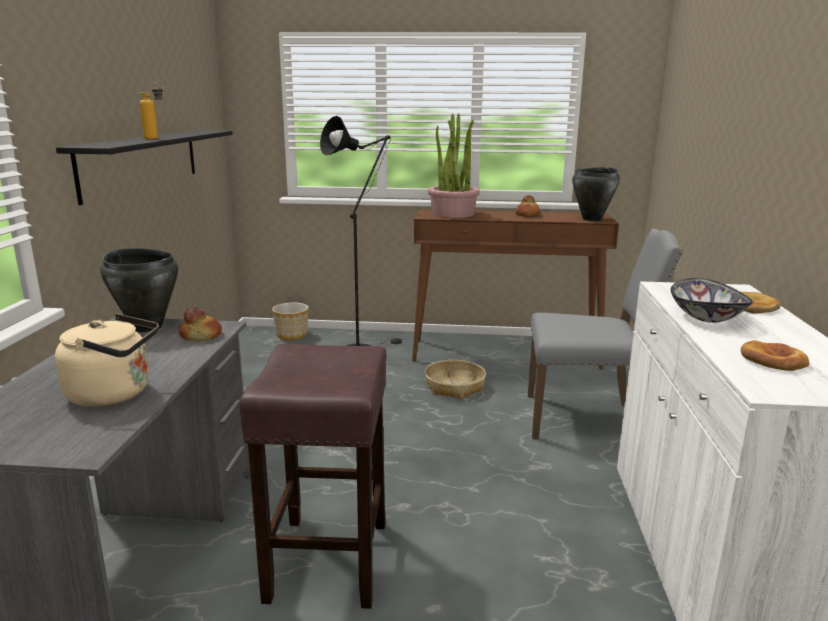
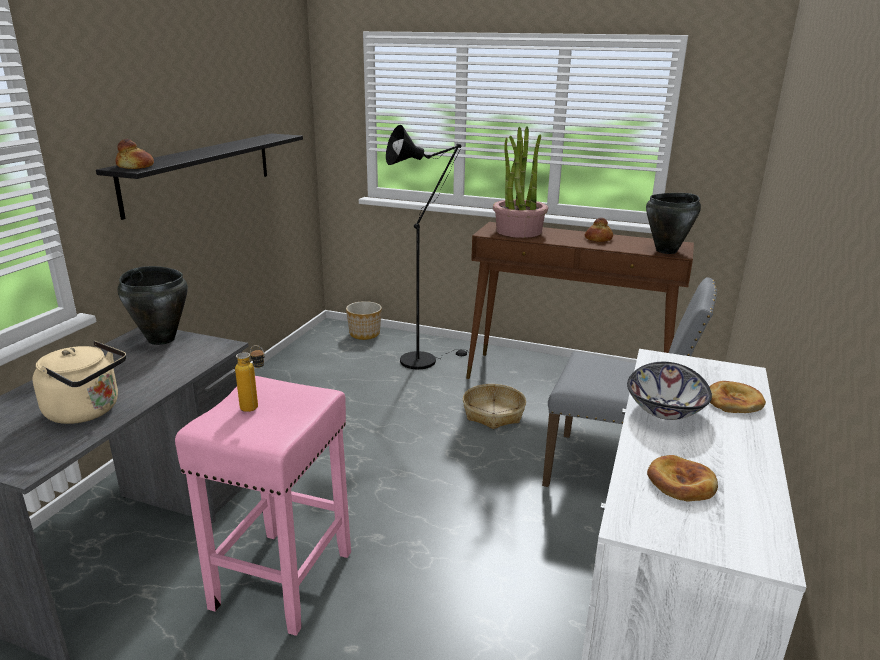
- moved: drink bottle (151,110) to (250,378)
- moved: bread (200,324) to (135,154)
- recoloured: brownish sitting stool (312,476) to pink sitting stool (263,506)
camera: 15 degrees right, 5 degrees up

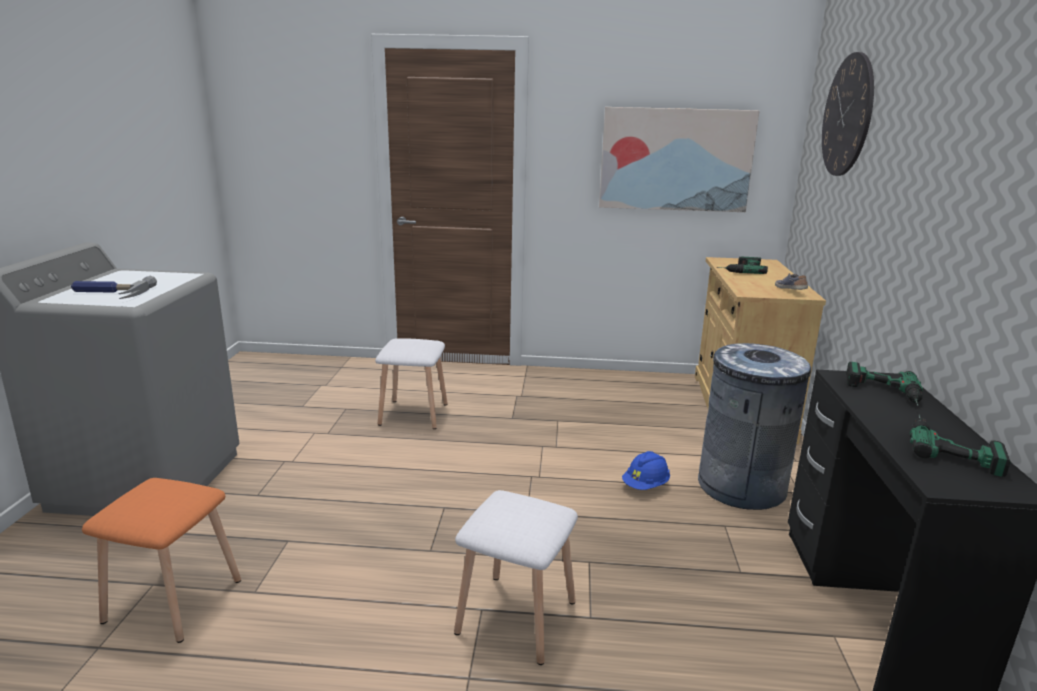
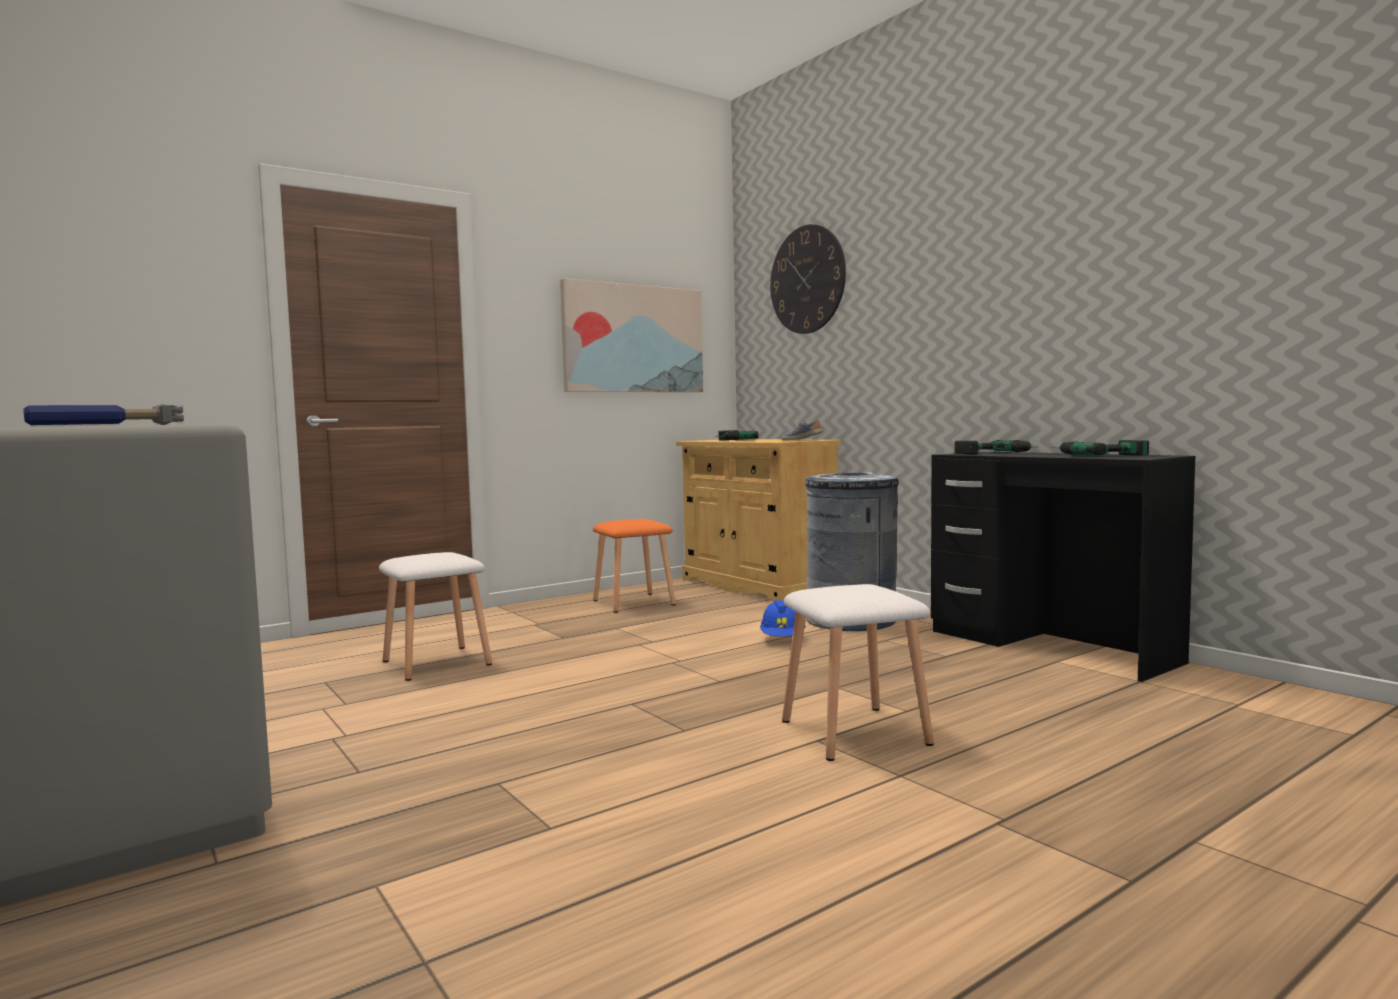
- moved: orange sitting stool (161,560) to (634,566)
camera: 40 degrees left, 15 degrees down

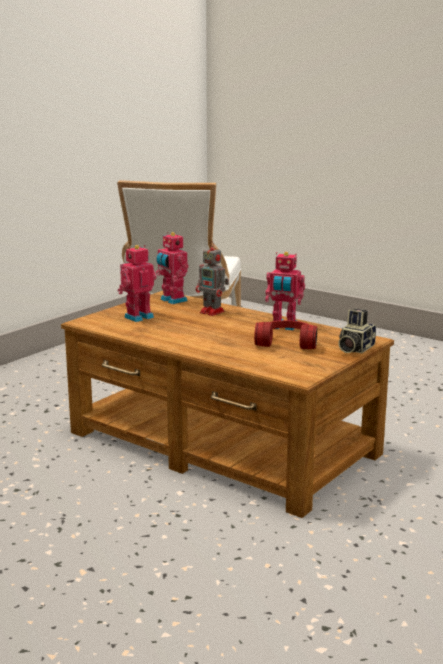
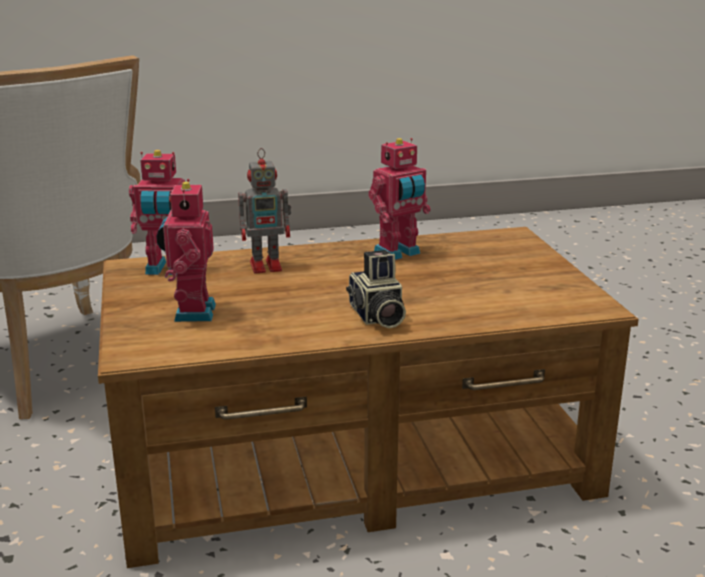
- removed: reddish headset (285,334)
- moved: still camera (357,331) to (376,289)
camera: 50 degrees left, 5 degrees up

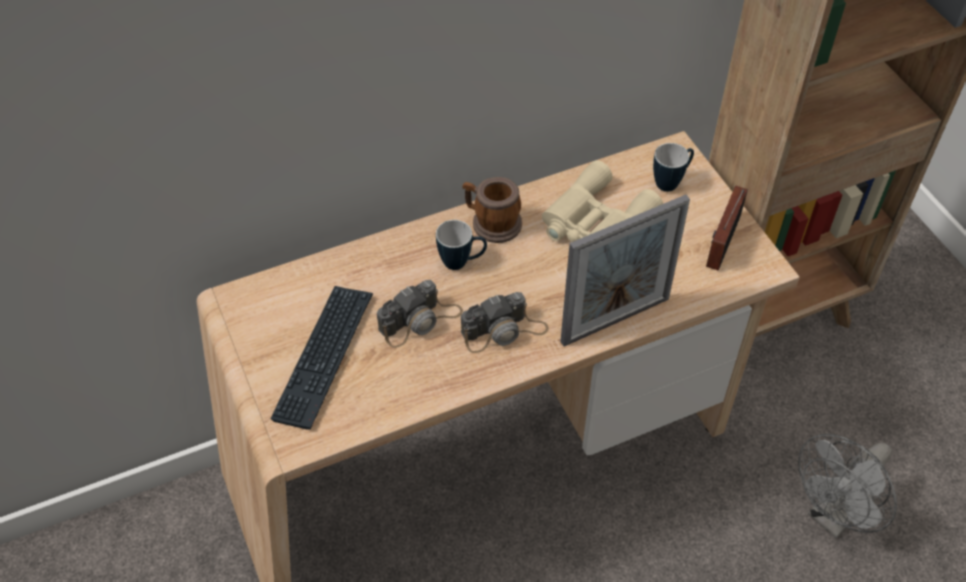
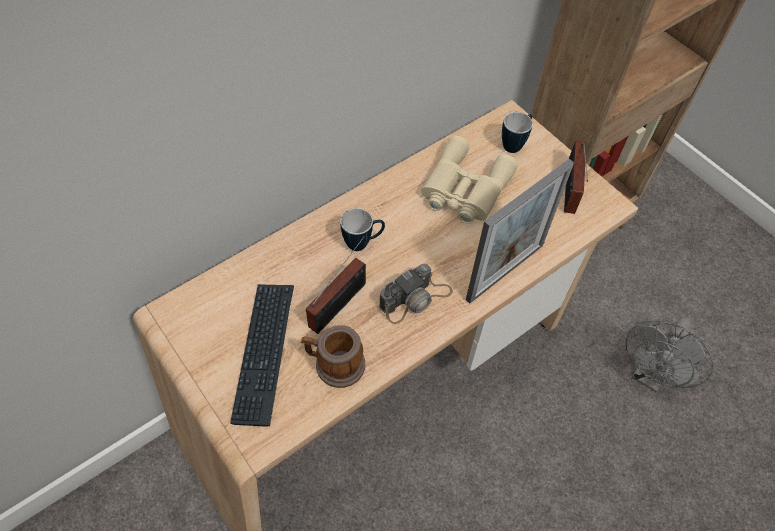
- moved: mug (492,210) to (333,356)
- replaced: still camera (420,314) to radio receiver (336,285)
camera: 15 degrees left, 5 degrees up

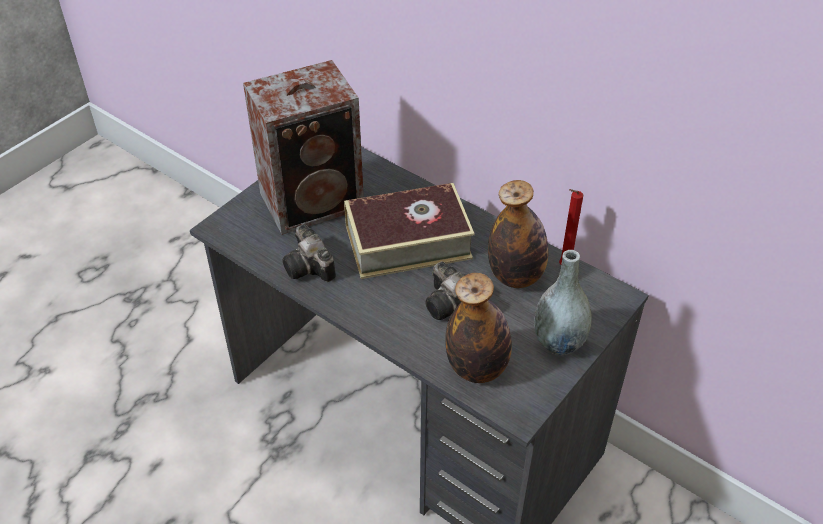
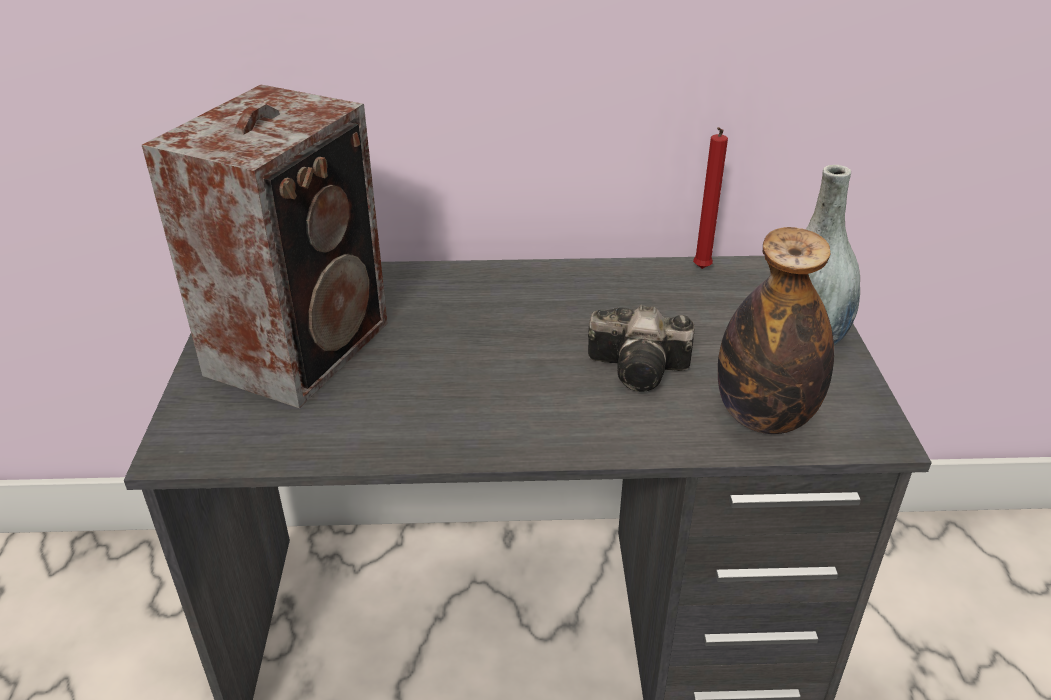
- removed: still camera (309,253)
- removed: volume (409,231)
- removed: drink bottle (518,234)
camera: 40 degrees left, 10 degrees down

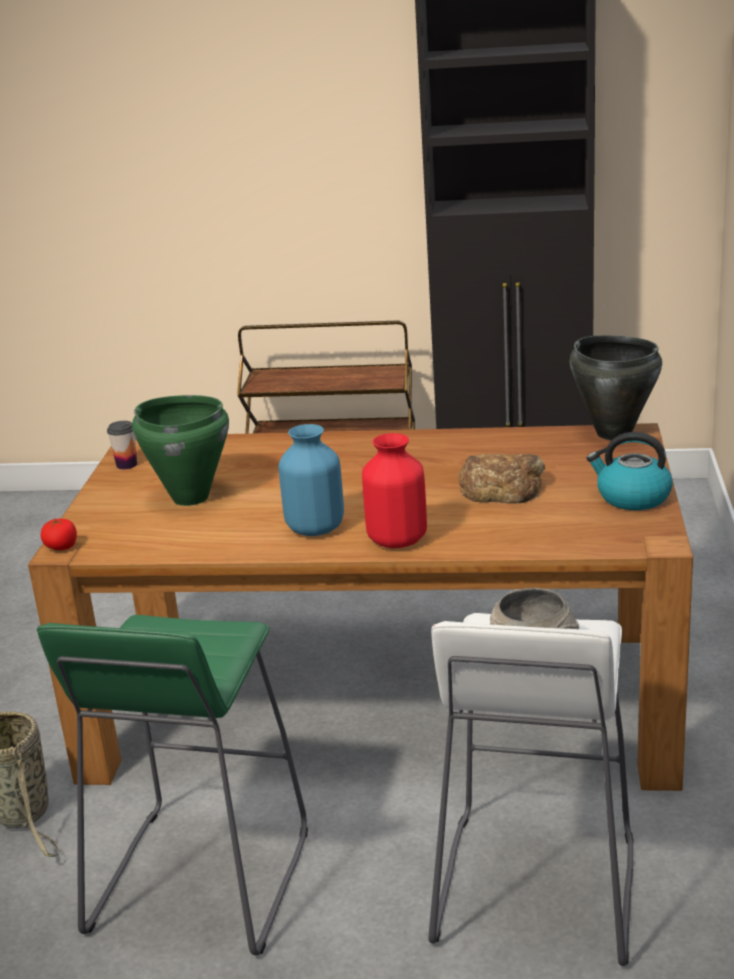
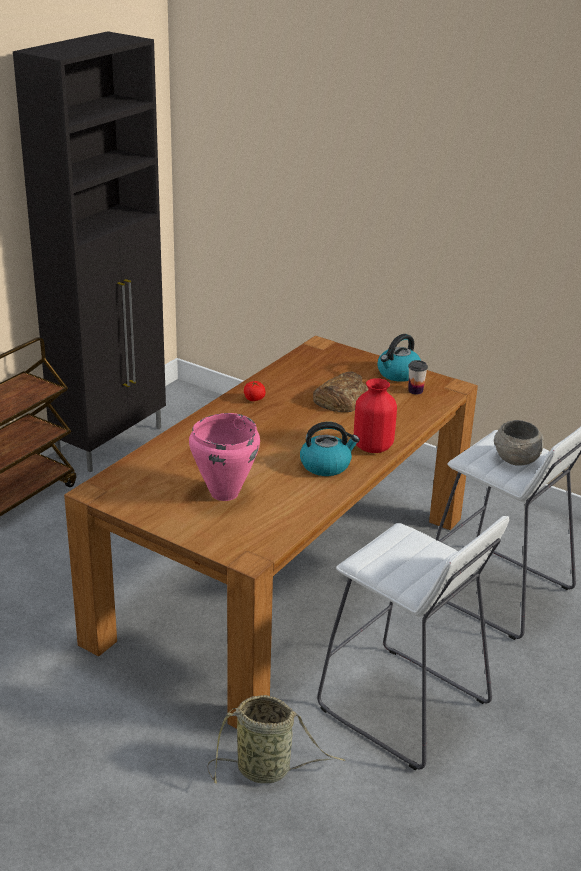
- removed: blackish saucepot (616,387)
- moved: tomato (59,534) to (255,391)
- moved: small cup (122,445) to (418,377)
- replaced: blue-coloured vase (311,480) to tea kettle (330,449)
- recoloured: green sitting stool (172,785) to white sitting stool (413,643)
- recoloured: green saucepot (180,450) to pink saucepot (224,457)
camera: 65 degrees left, 5 degrees up

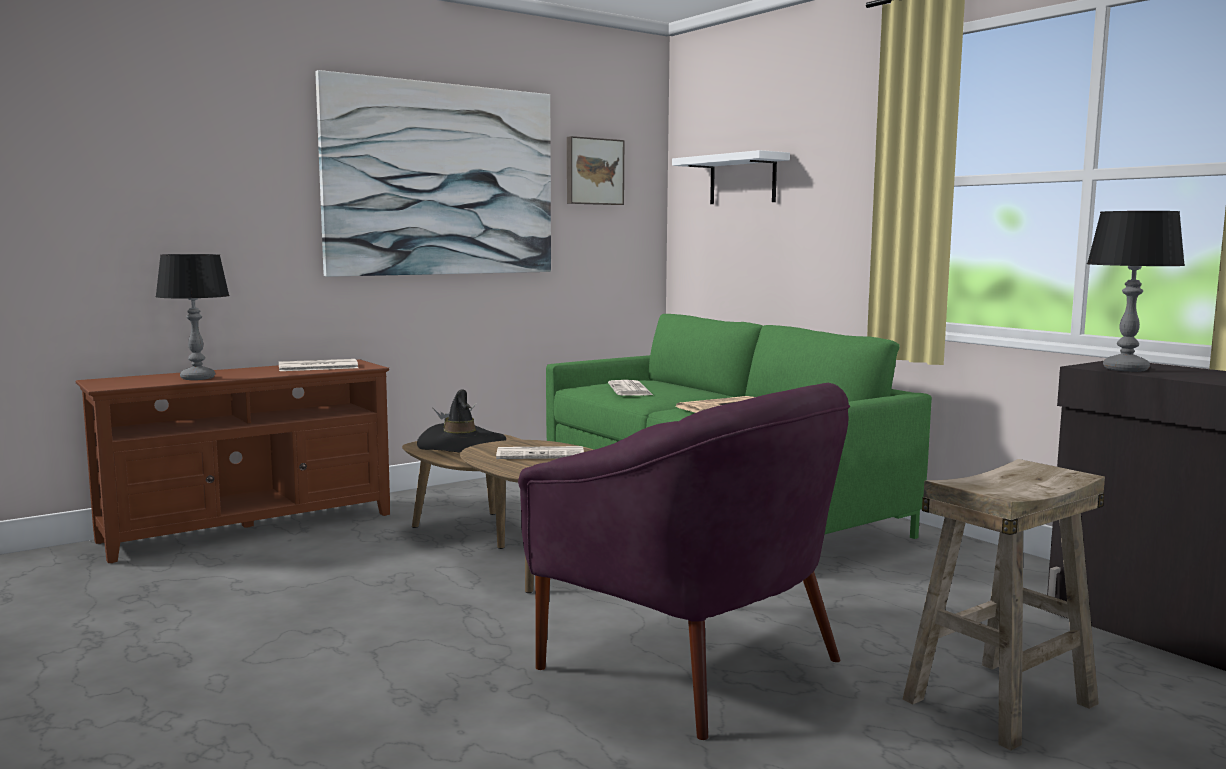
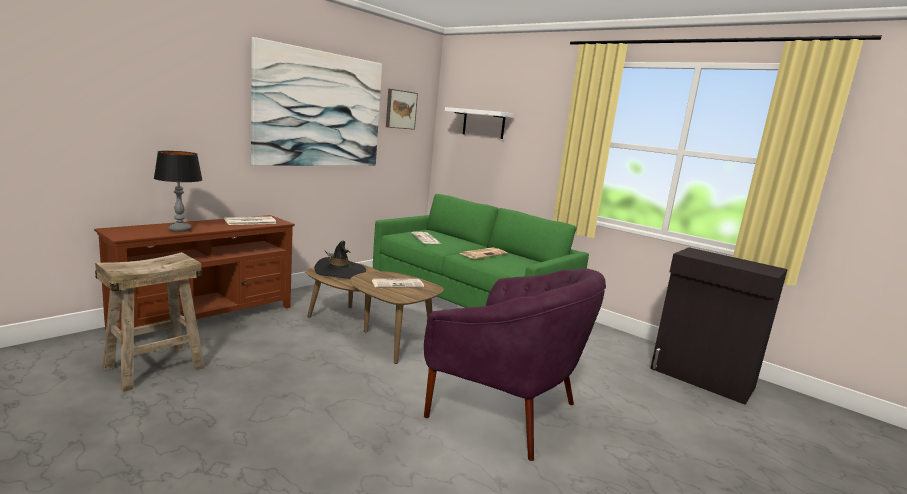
- removed: tabletop lamp (1136,291)
- moved: sand-coloured sitting stool (1003,604) to (150,322)
camera: 15 degrees left, 5 degrees up

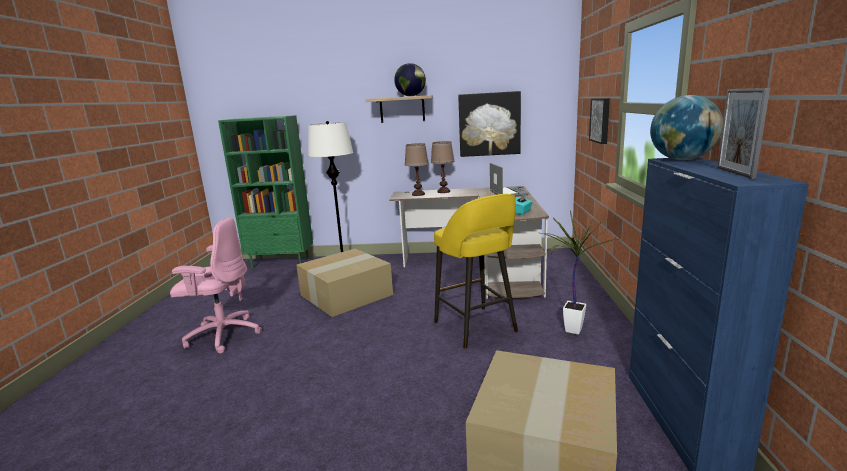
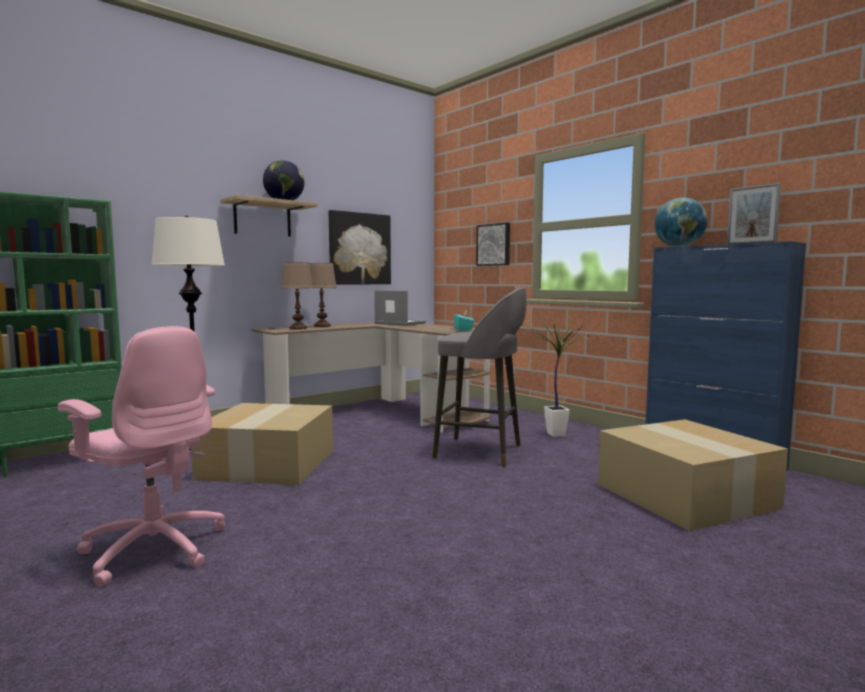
- recoloured: yellowish sitting stool (476,271) to gray sitting stool (479,377)
- turned: pink computer chair (216,285) = (141,456) 75 degrees clockwise
camera: 45 degrees left, 10 degrees down

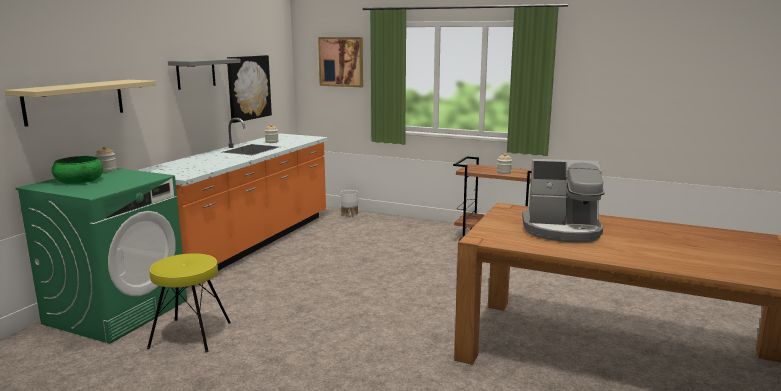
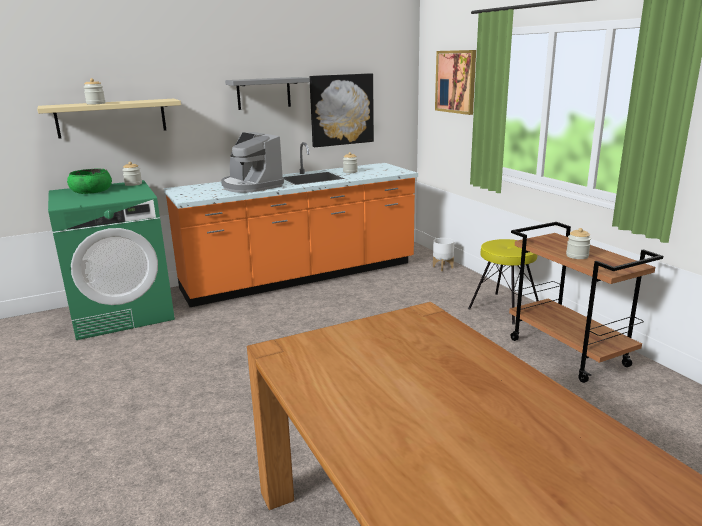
- added: storage jar (94,91)
- moved: yellowish sitting stool (189,303) to (503,282)
- moved: coffee brewer (563,200) to (252,162)
camera: 40 degrees right, 5 degrees up

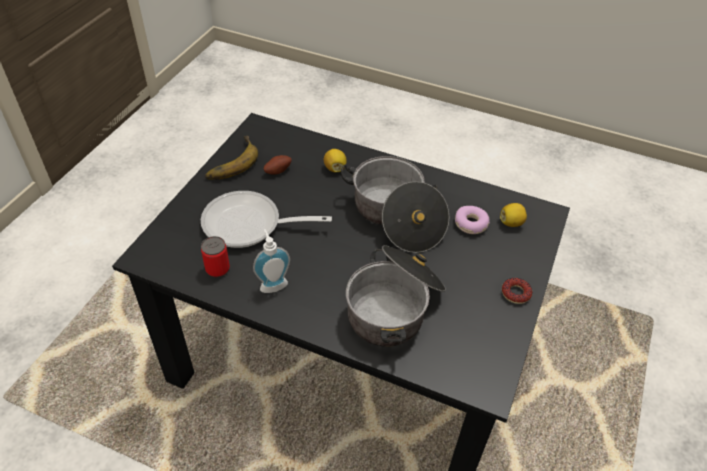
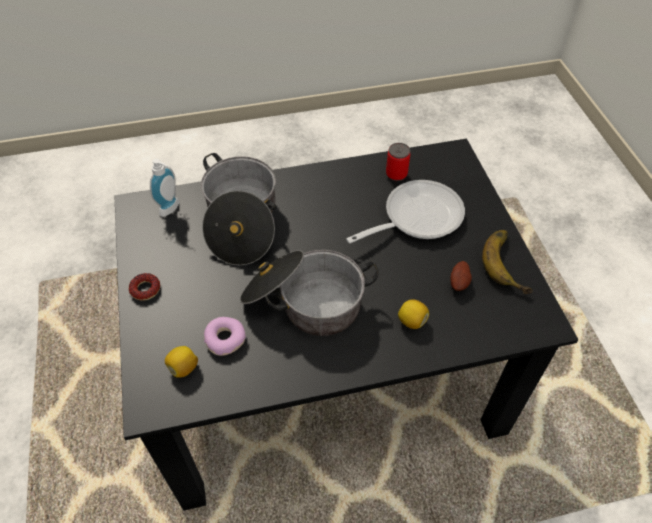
- moved: soap bottle (271,261) to (164,187)
camera: 145 degrees right, 5 degrees up

